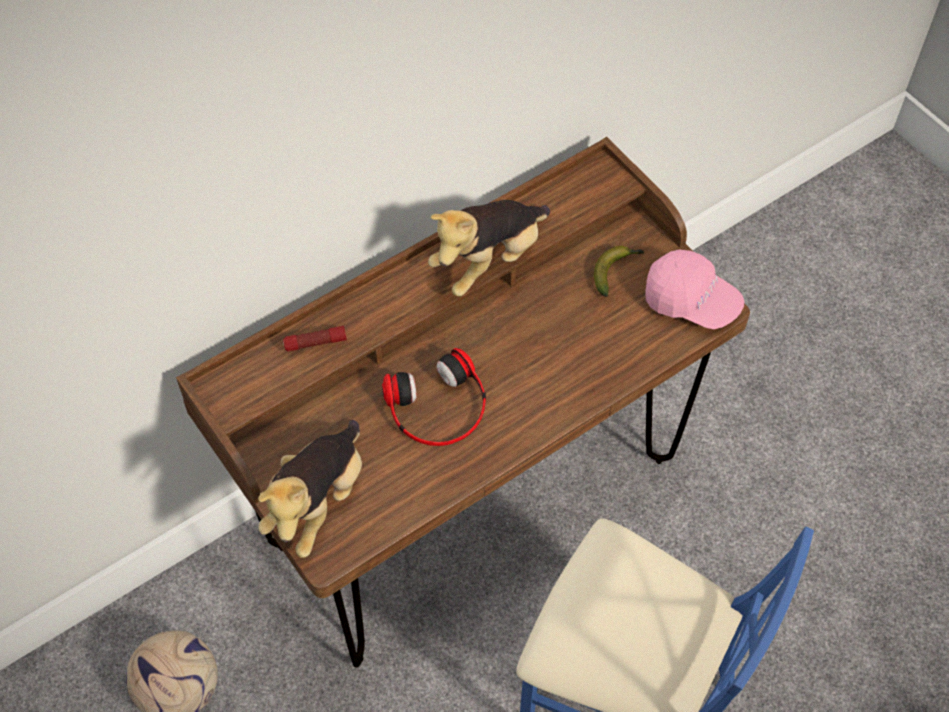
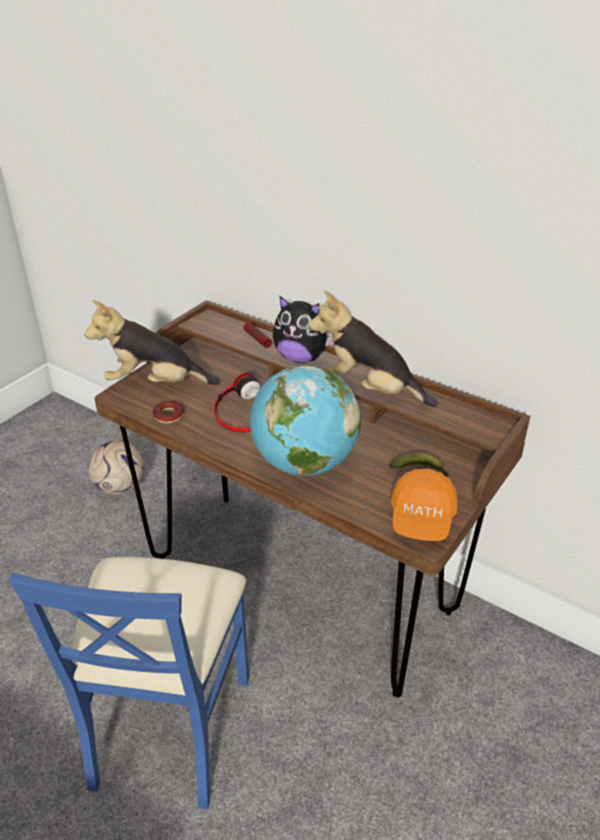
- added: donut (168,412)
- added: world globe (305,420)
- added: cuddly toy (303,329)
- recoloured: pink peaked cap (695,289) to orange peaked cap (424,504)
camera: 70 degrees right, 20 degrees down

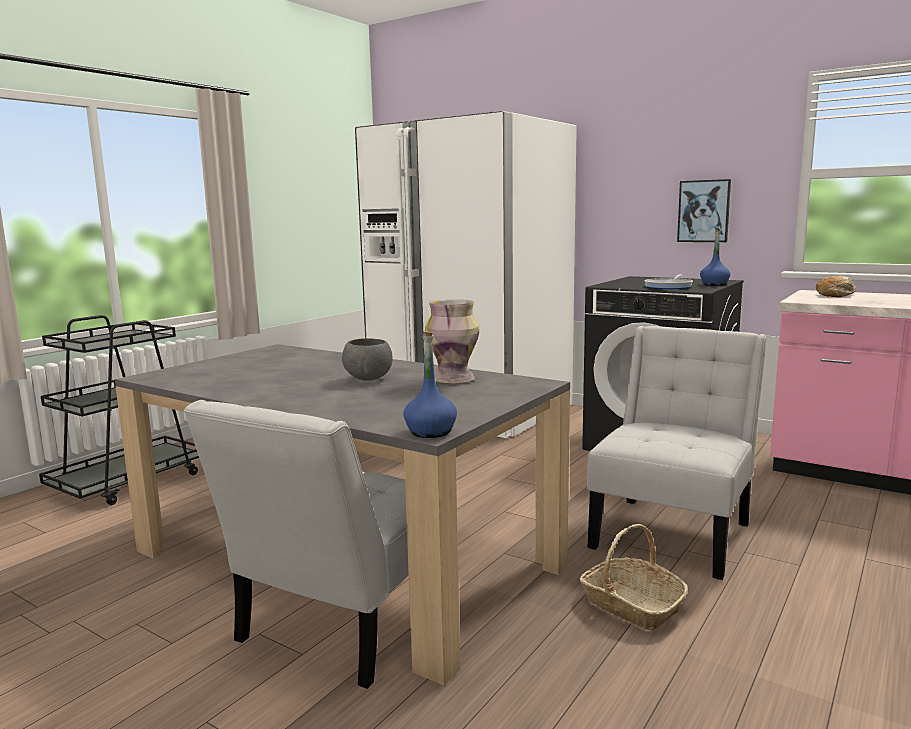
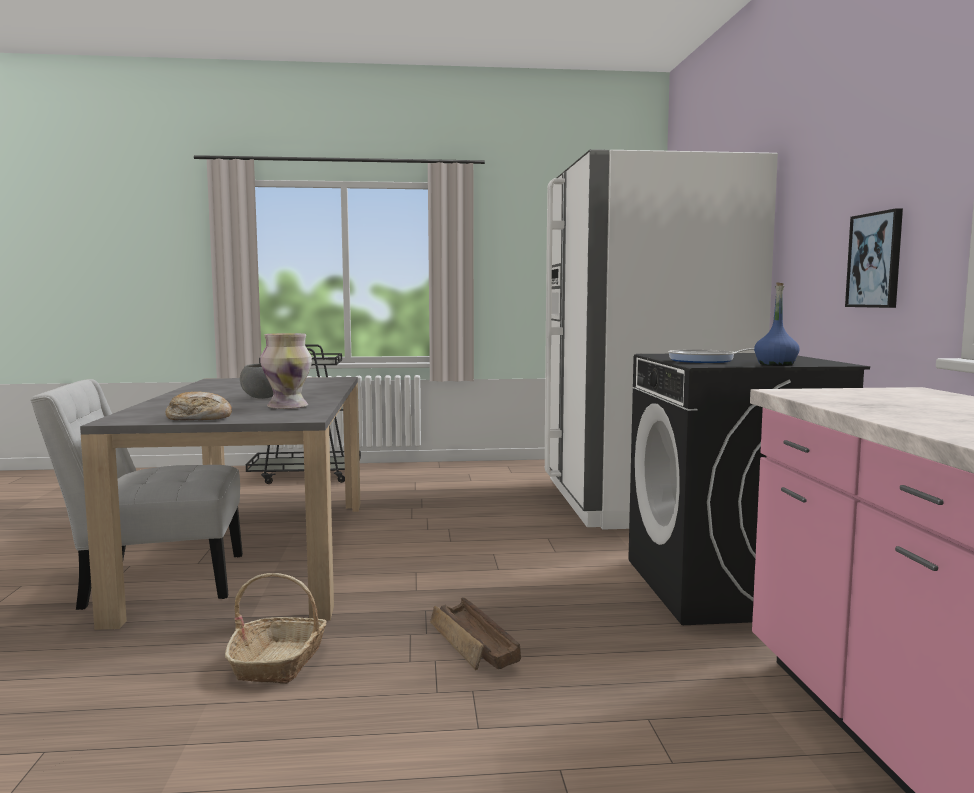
- removed: blue-coloured drink bottle (430,384)
- moved: bread (836,286) to (199,405)
- replaced: white upright chair (677,453) to packing crate (475,633)
camera: 50 degrees right, 5 degrees down

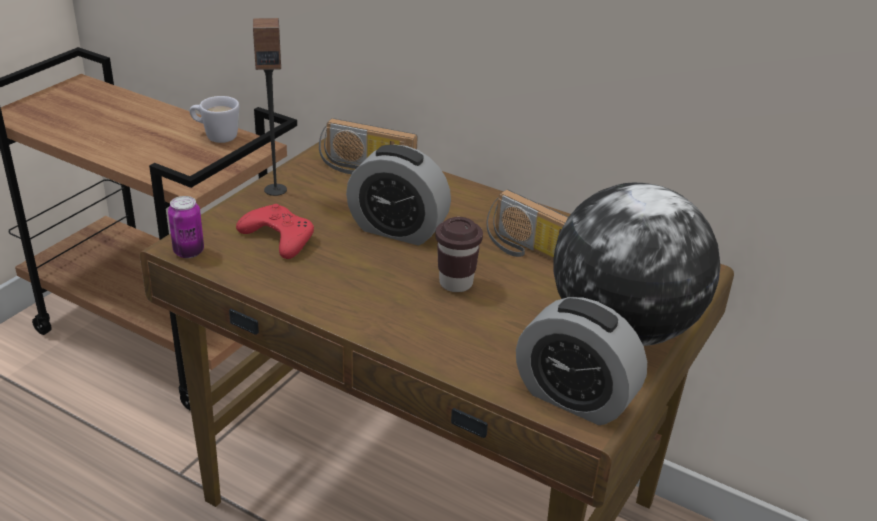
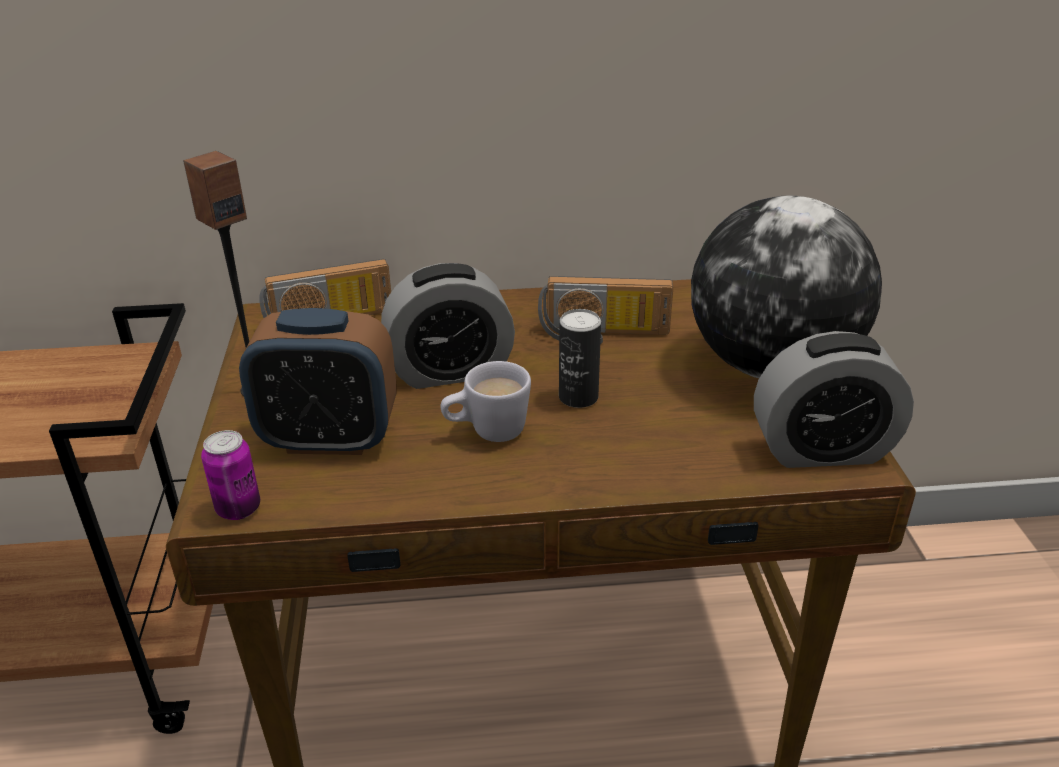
- moved: white mug (214,119) to (485,401)
- replaced: reddish gamepad (275,231) to alarm clock (318,381)
- replaced: brownish small cup (459,254) to can (580,358)
camera: 35 degrees left, 0 degrees up

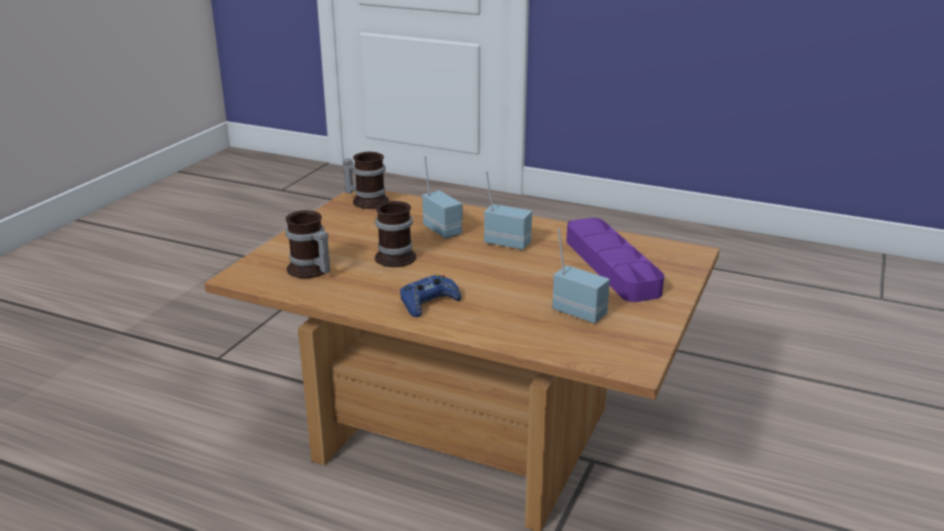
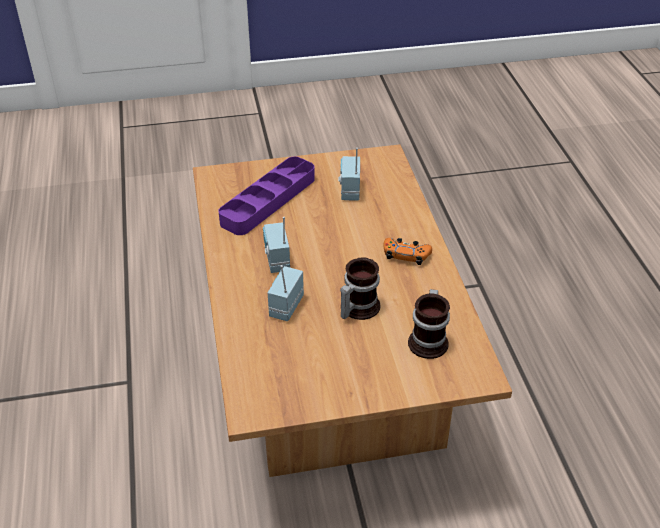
- removed: mug (366,180)
- recoloured: blue-coloured gamepad (430,295) to orange gamepad (408,251)
camera: 125 degrees left, 15 degrees up

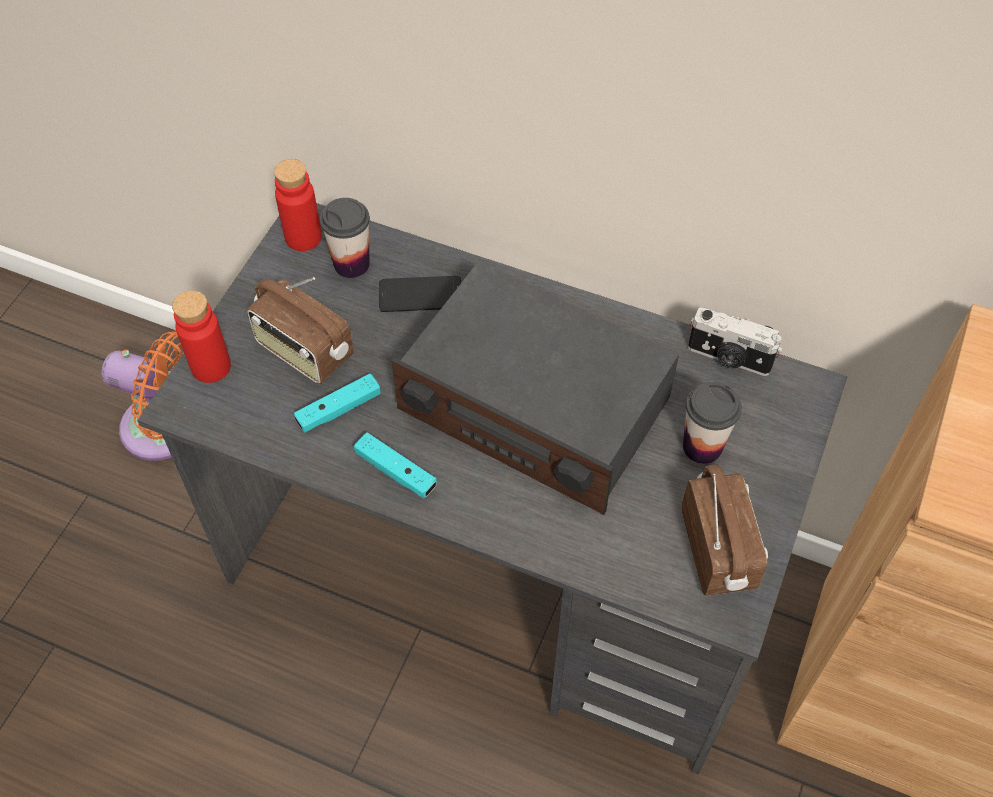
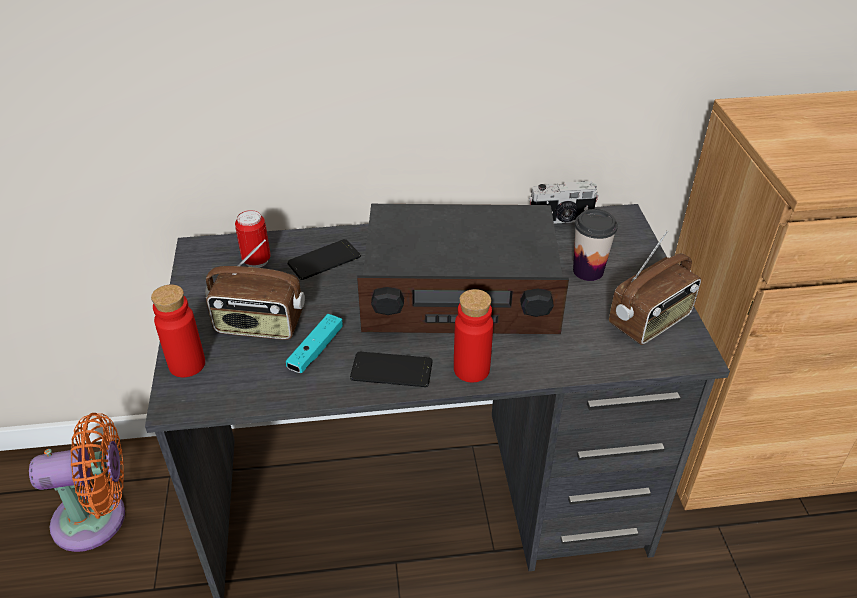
- moved: reddish drink bottle (298,205) to (473,336)
- replaced: small cup (345,238) to can (252,239)
- replaced: turquoise gamepad (395,465) to telephone (391,369)
- turned: radio receiver (725,530) = (655,288) 90 degrees clockwise
camera: 30 degrees left, 15 degrees down

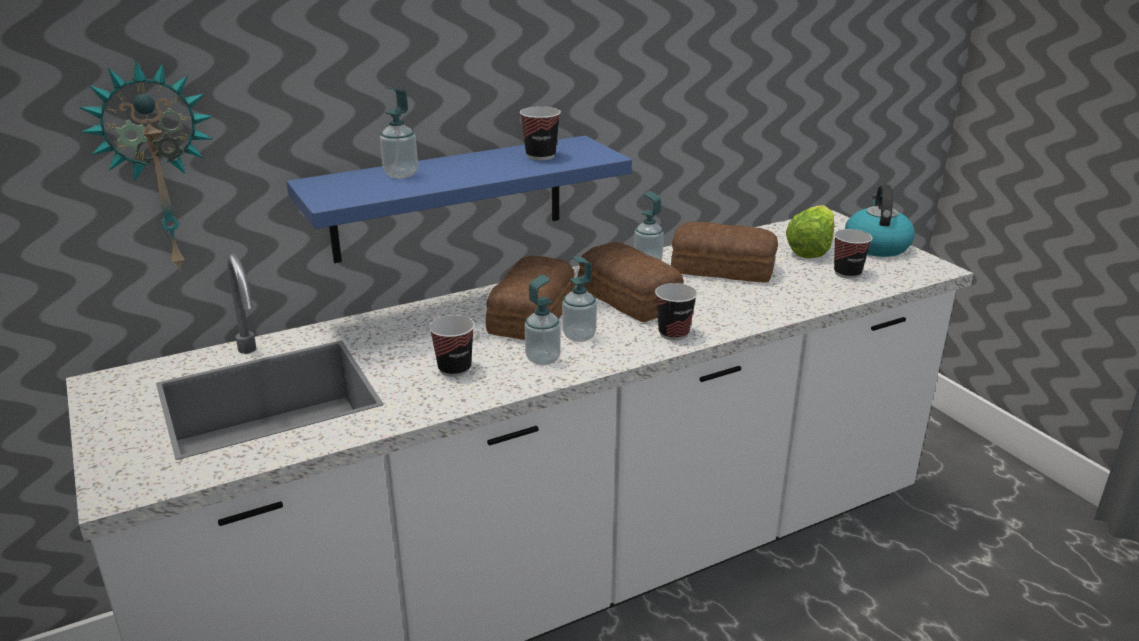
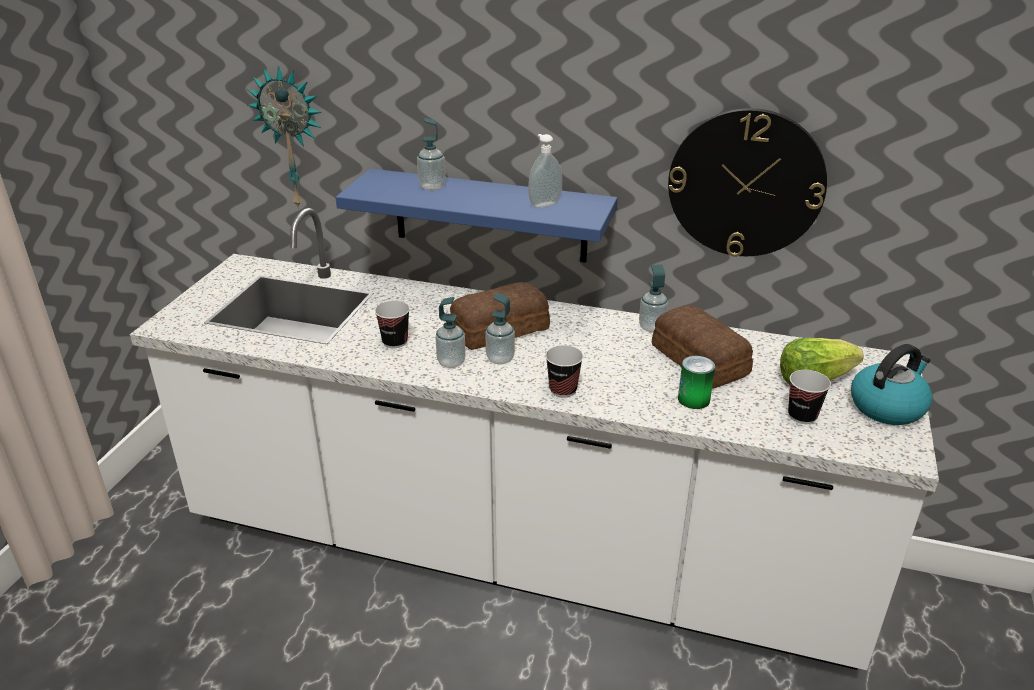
- removed: bread (631,282)
- added: wall clock (747,182)
- added: can (696,382)
- replaced: small cup (540,133) to soap bottle (545,171)
camera: 45 degrees right, 5 degrees up

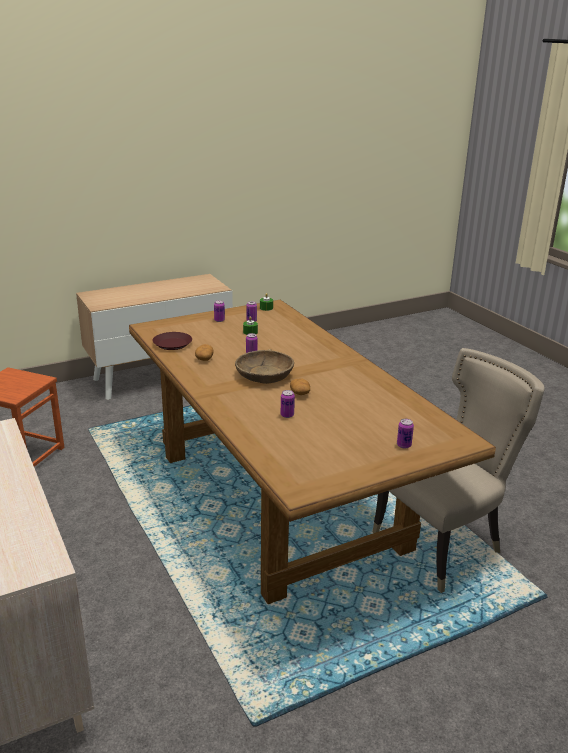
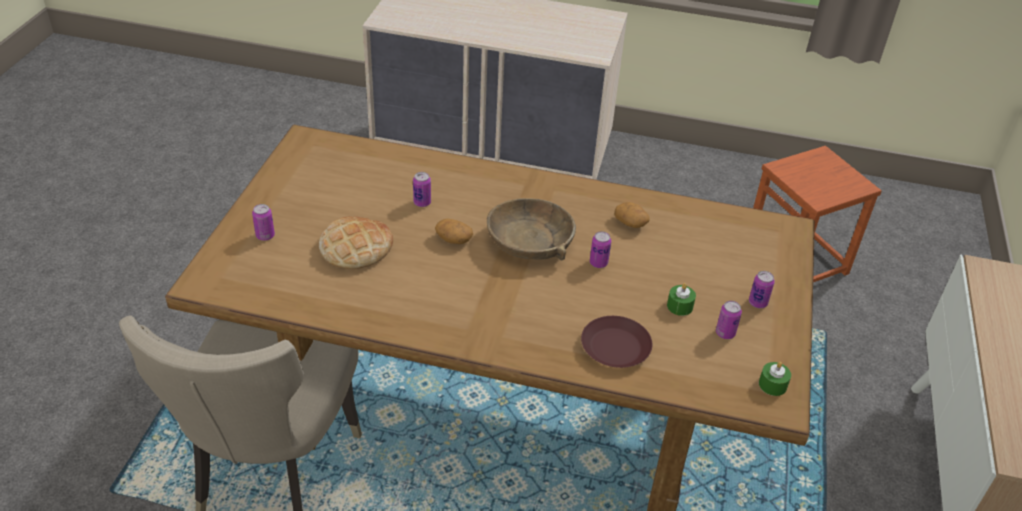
- added: bread (356,243)
- moved: brownish plate (172,341) to (617,342)
camera: 130 degrees right, 15 degrees up

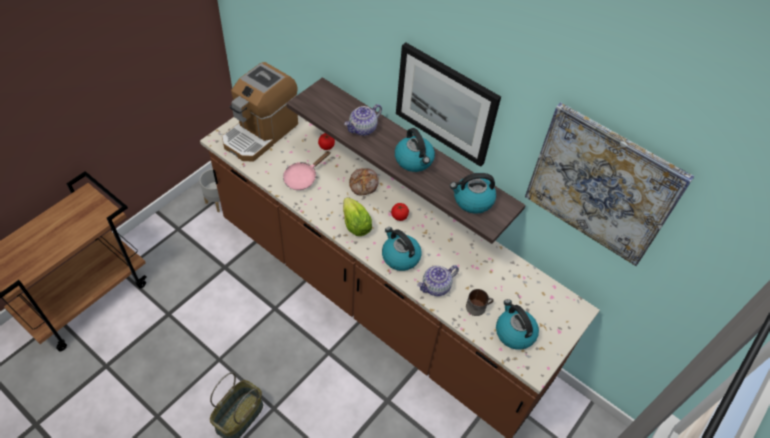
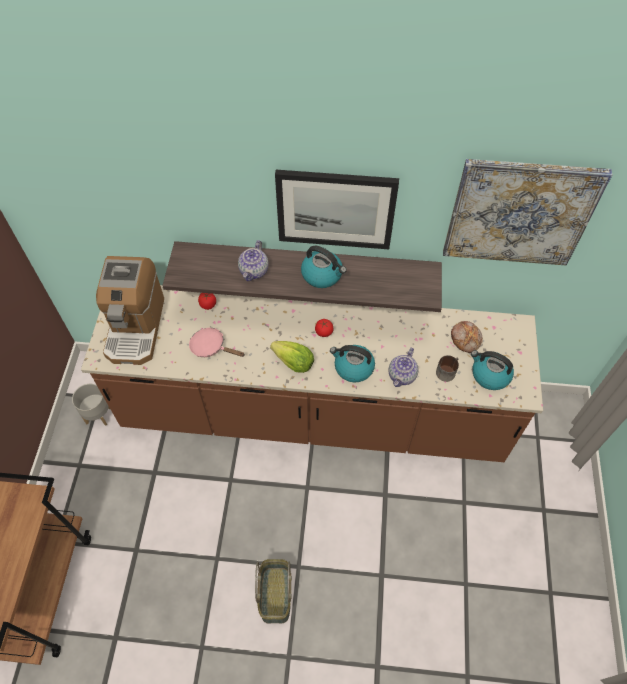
- removed: tea kettle (473,193)
- moved: bread (364,181) to (467,337)
- turned: pink skillet (306,170) = (217,342) 105 degrees clockwise
camera: 30 degrees left, 5 degrees up

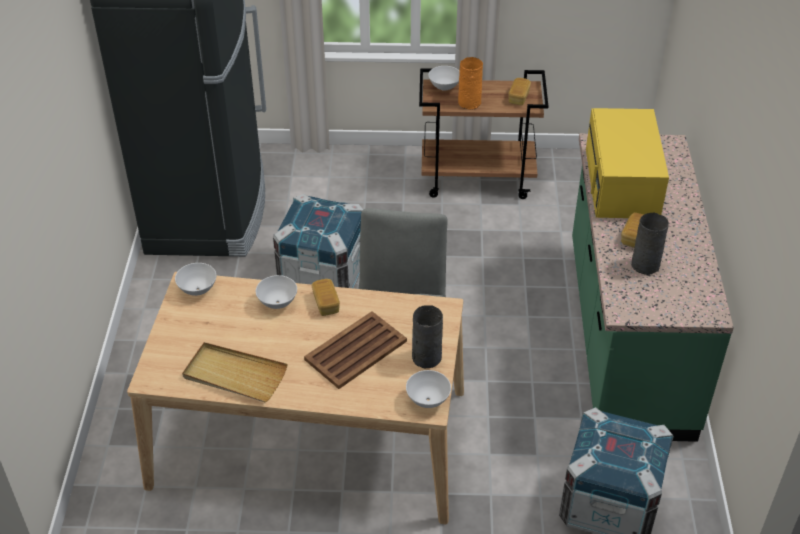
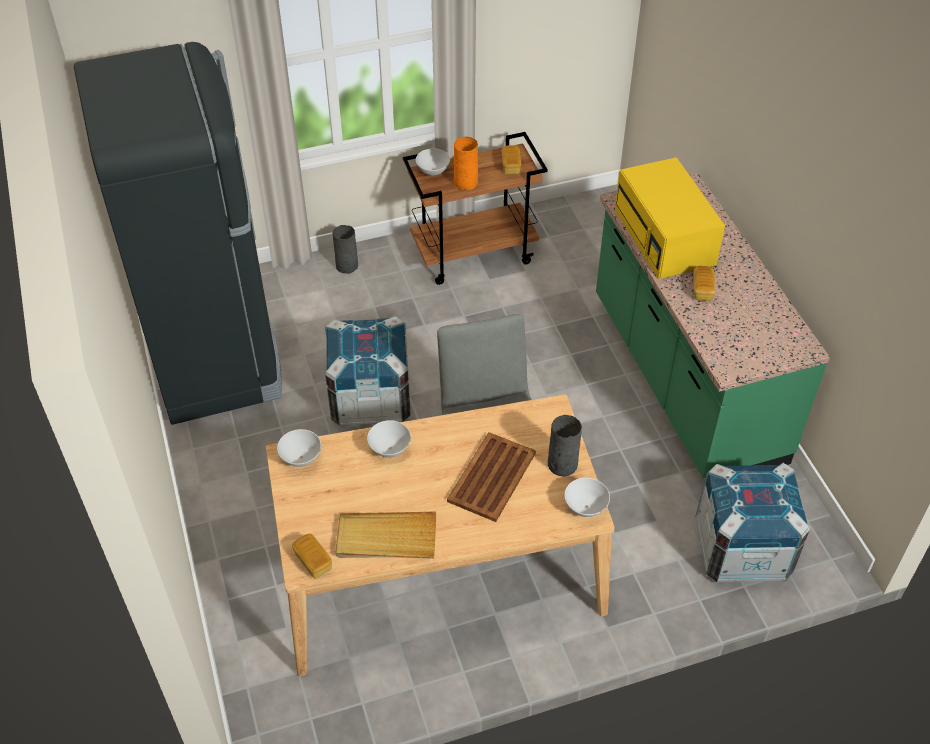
- moved: bread (326,297) to (312,556)
- moved: gray vase (650,244) to (345,249)
camera: 20 degrees left, 5 degrees up

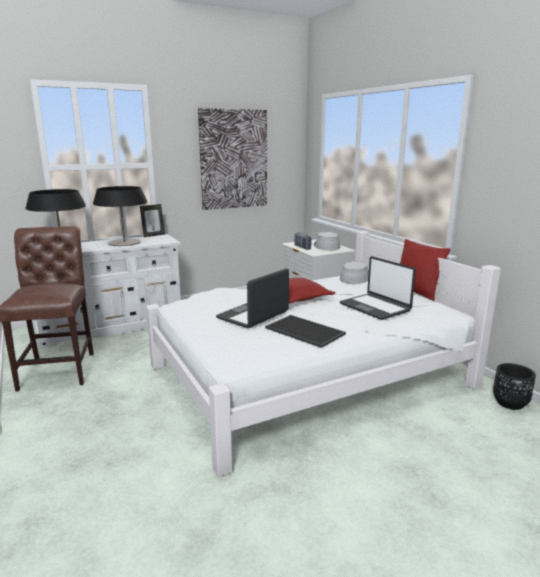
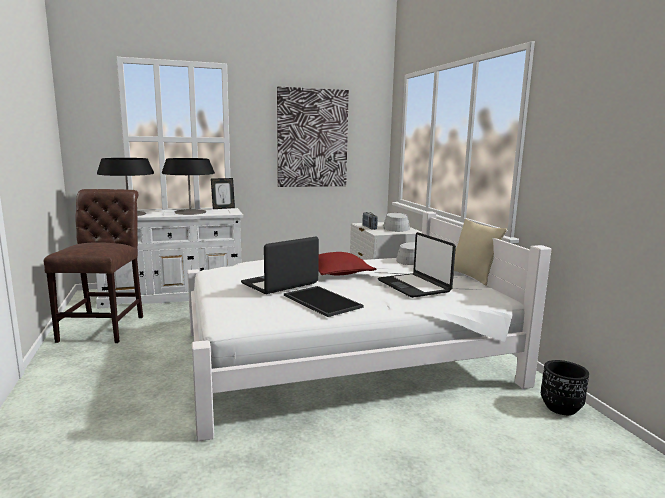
- recoloured: reddish pillow (425,270) to sand-coloured pillow (480,252)
camera: 10 degrees right, 5 degrees down

